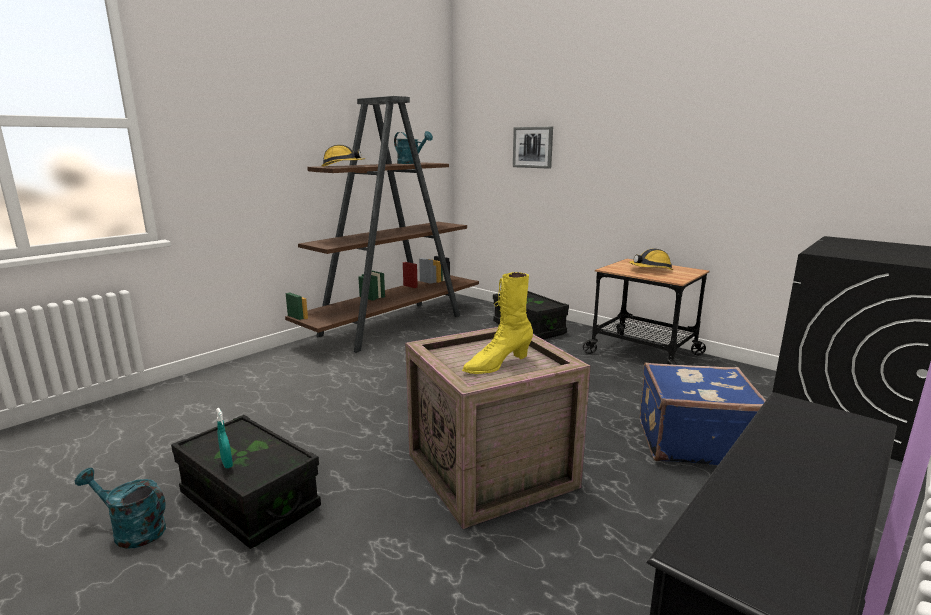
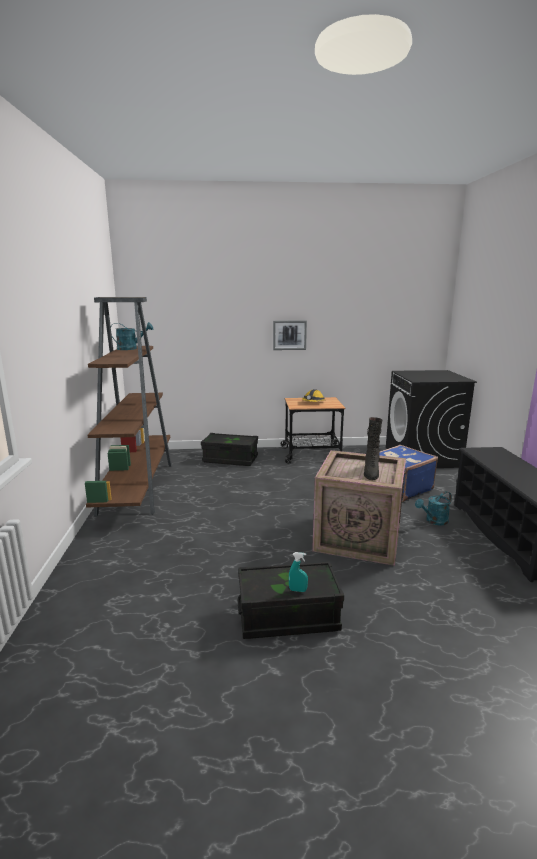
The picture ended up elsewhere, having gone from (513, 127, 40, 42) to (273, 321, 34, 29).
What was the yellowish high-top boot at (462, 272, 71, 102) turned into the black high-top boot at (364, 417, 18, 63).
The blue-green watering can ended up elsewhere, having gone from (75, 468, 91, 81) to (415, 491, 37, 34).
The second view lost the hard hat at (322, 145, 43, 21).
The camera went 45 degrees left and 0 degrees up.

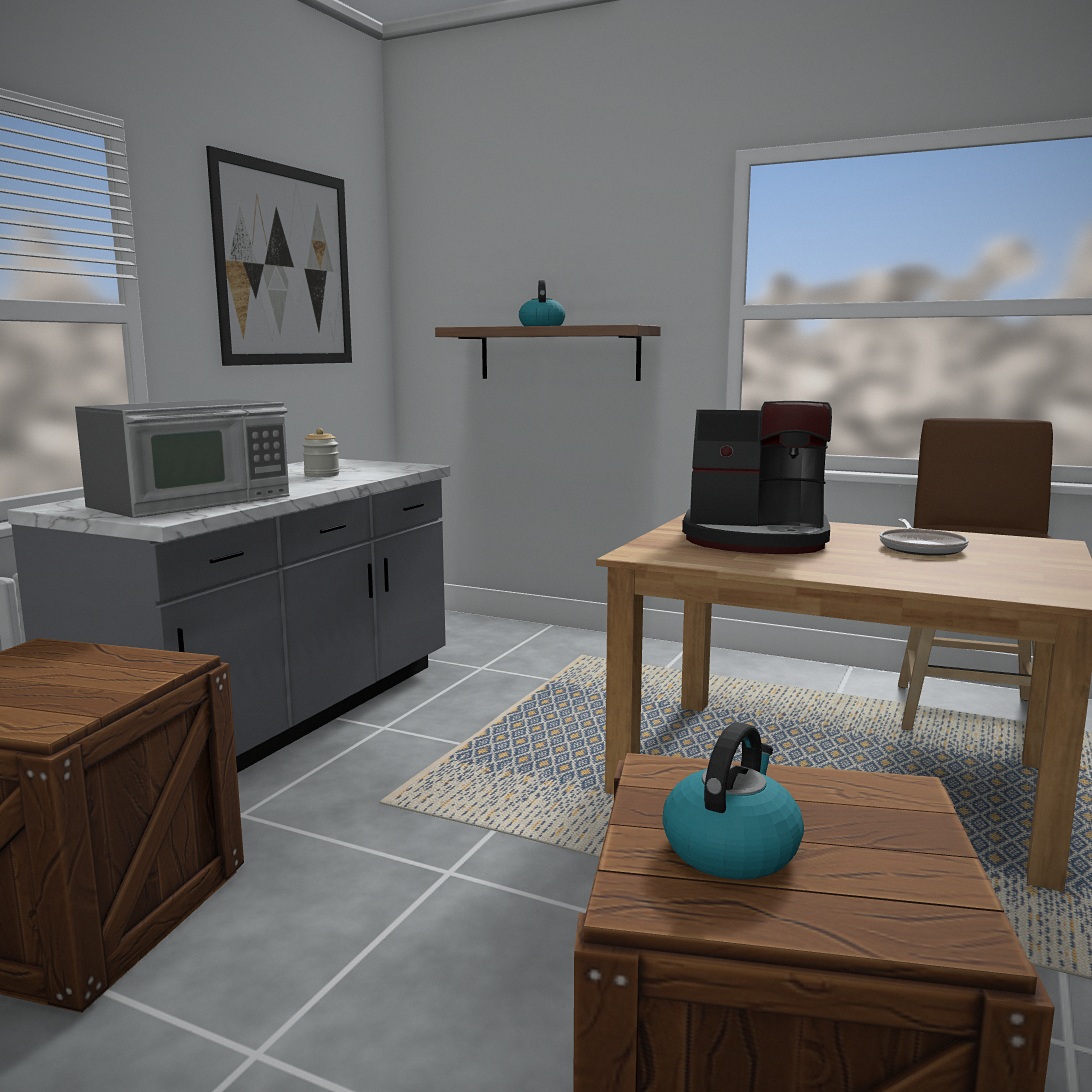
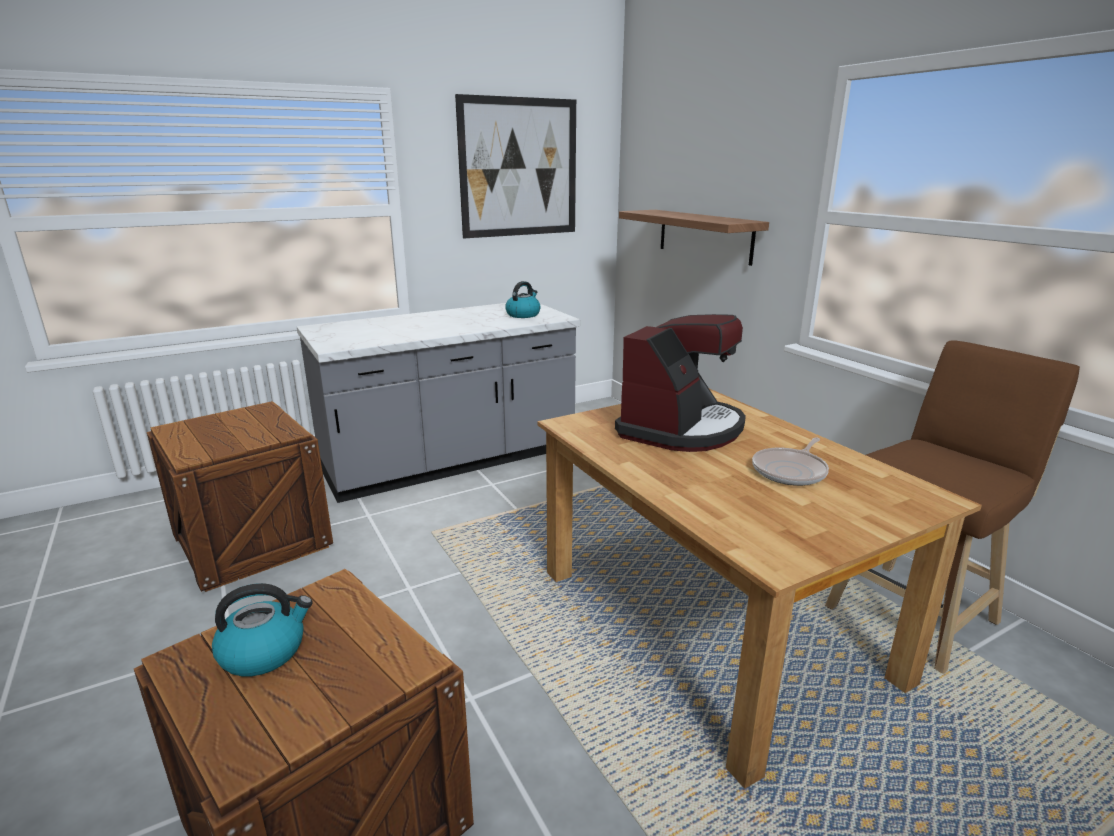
The kettle ended up elsewhere, having gone from (519, 280, 47, 46) to (505, 281, 35, 37).
The coffee maker at (682, 401, 150, 153) ended up facing another way, 105 degrees counterclockwise from before.
The second view lost the microwave at (75, 399, 215, 119).
The second view lost the jar at (302, 428, 37, 49).
The camera went 35 degrees right and 10 degrees up.

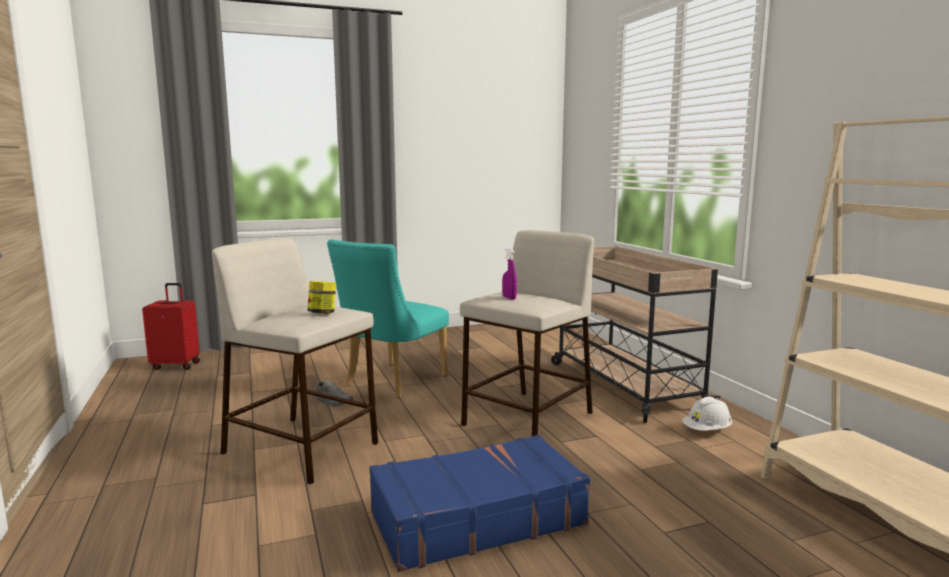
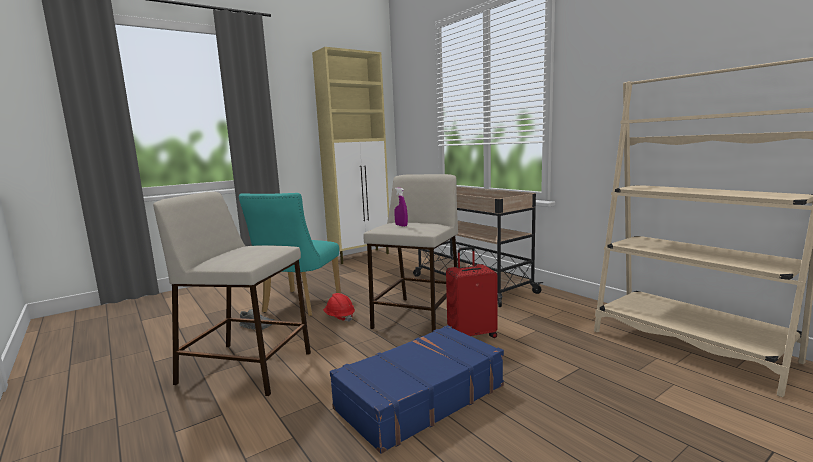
The second view gained the beige-coloured cupboard at (312, 47, 77, 217).
The second view gained the red-coloured hard hat at (323, 293, 32, 29).
The red-coloured suitcase ended up elsewhere, having gone from (142, 283, 58, 87) to (446, 247, 51, 91).
The second view lost the jar at (307, 281, 29, 33).
The second view lost the white-coloured hard hat at (682, 397, 50, 34).
The camera went 15 degrees left and 0 degrees up.

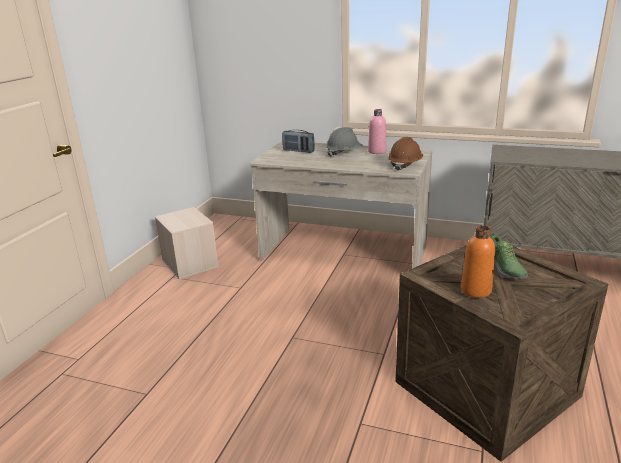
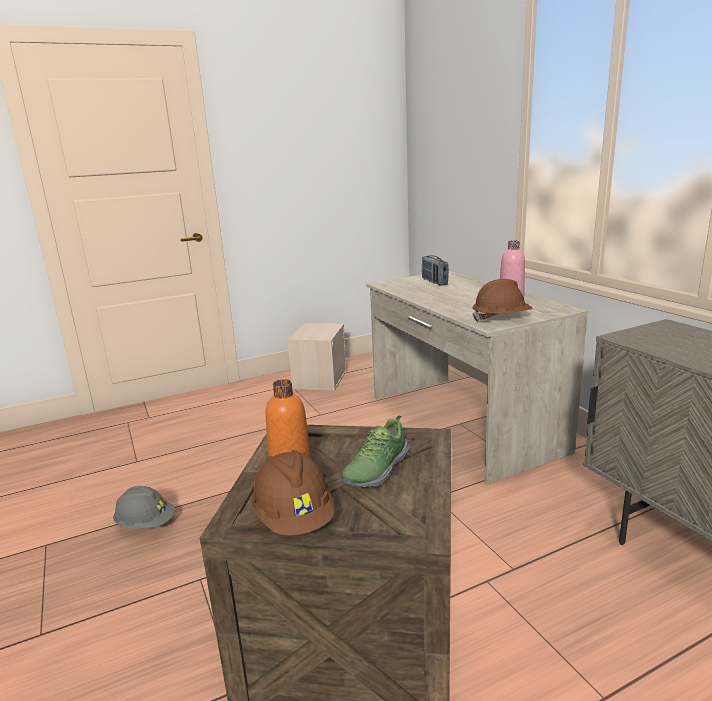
The grey hard hat ended up elsewhere, having gone from (326, 127, 37, 30) to (113, 486, 62, 42).
The second view gained the brown-coloured hard hat at (251, 450, 84, 86).
The camera went 45 degrees right and 5 degrees down.

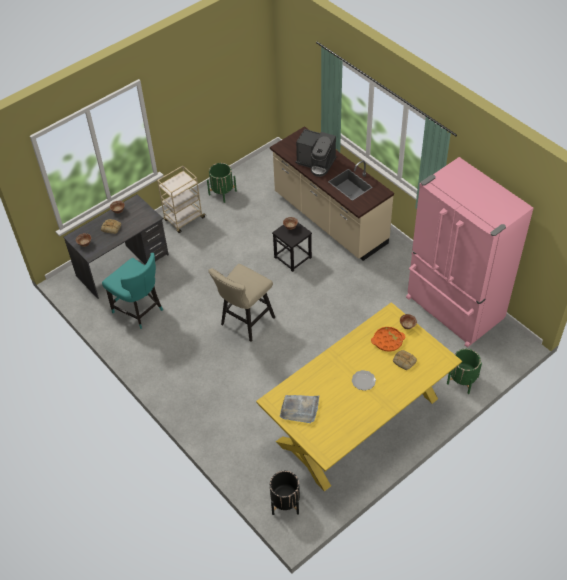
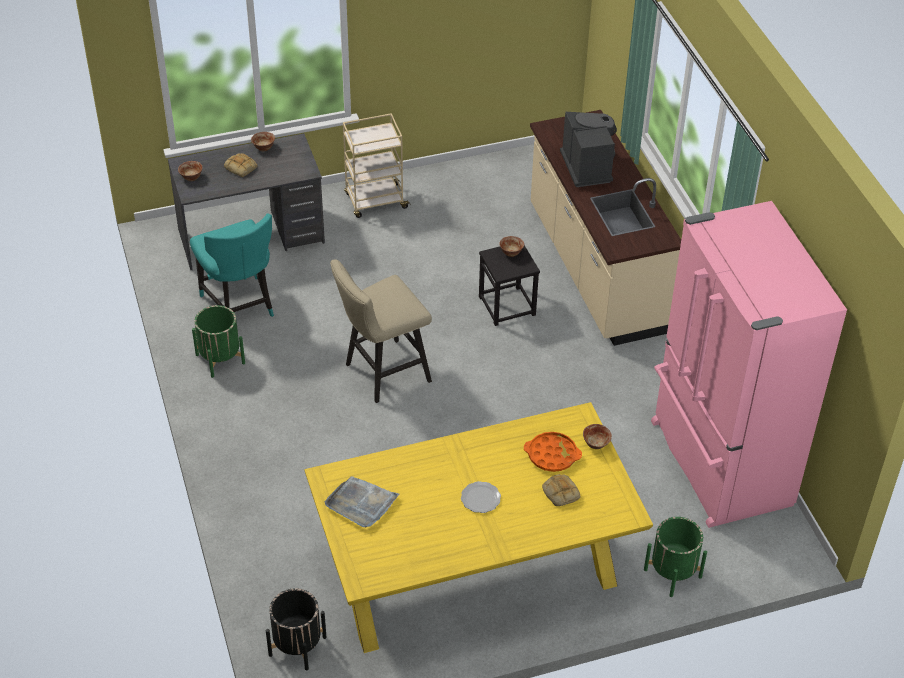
The greenish planter ended up elsewhere, having gone from (207, 163, 30, 40) to (192, 305, 53, 73).
The coffee maker at (296, 129, 41, 48) ended up facing another way, 150 degrees counterclockwise from before.
The camera went 20 degrees right and 5 degrees down.

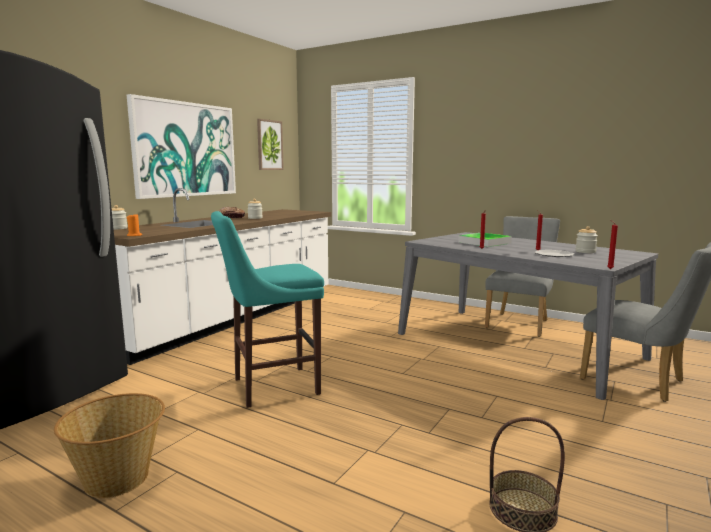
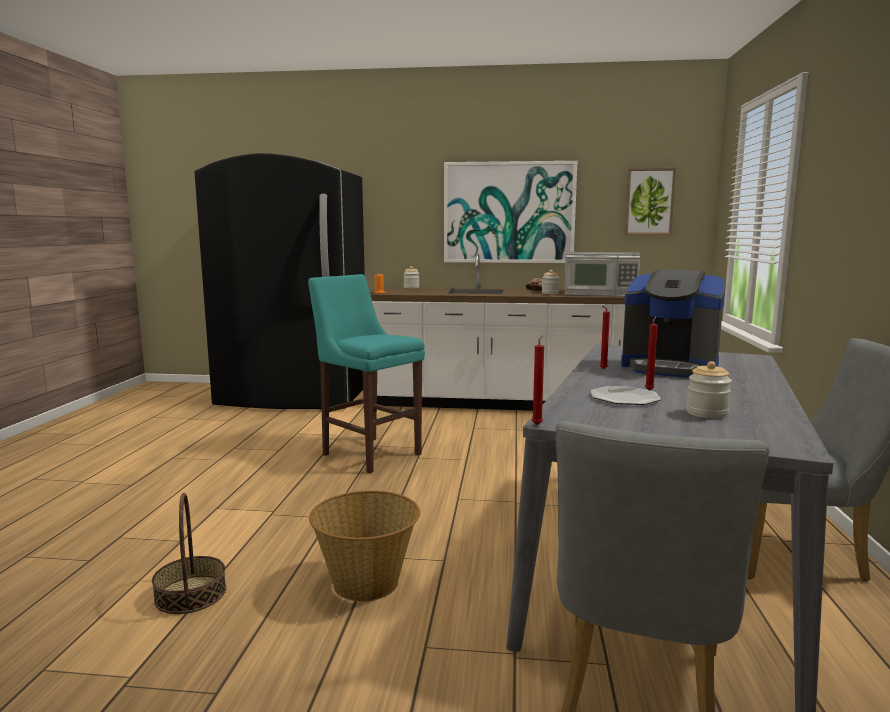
The household basket ended up elsewhere, having gone from (54, 393, 111, 105) to (309, 490, 111, 112).
The second view gained the microwave at (564, 252, 76, 44).
Where the serving tray stood at (459, 233, 53, 14), the coffee maker came to stand at (621, 270, 104, 108).
The camera went 65 degrees right and 0 degrees up.

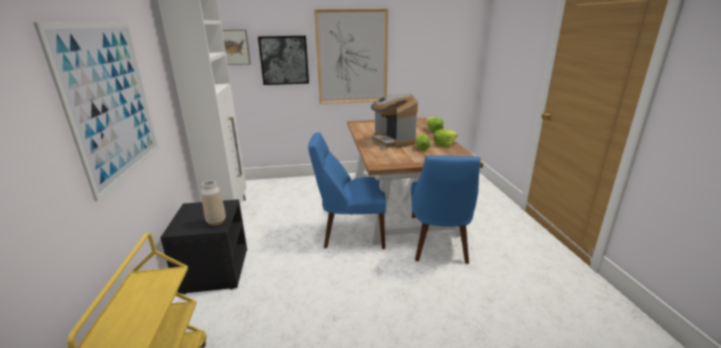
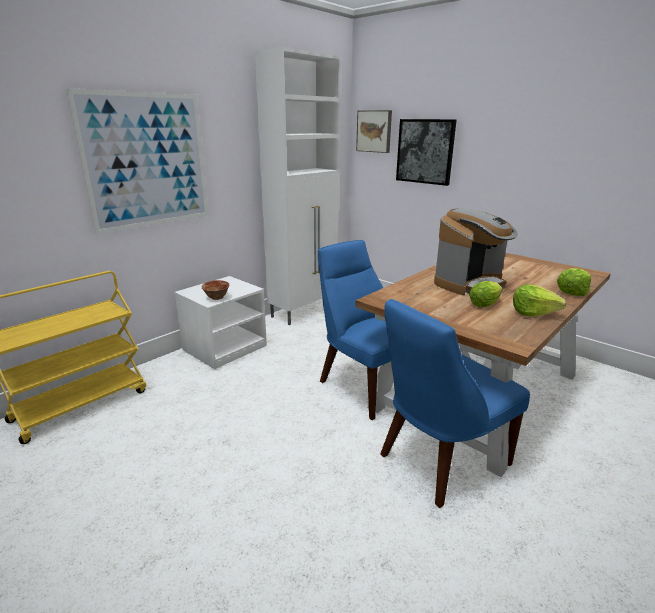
What was the black bedside table at (160, 199, 87, 95) turned into the white-coloured bedside table at (174, 276, 93, 93).
Where the vase stood at (201, 180, 25, 46), the deep dish came to stand at (202, 280, 27, 20).
The coffee maker at (371, 93, 47, 55) ended up facing another way, 150 degrees counterclockwise from before.
The second view lost the picture at (314, 9, 74, 95).
The camera went 50 degrees right and 0 degrees up.

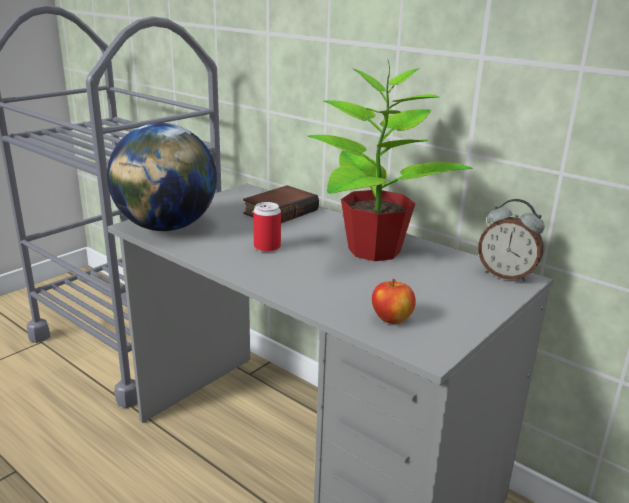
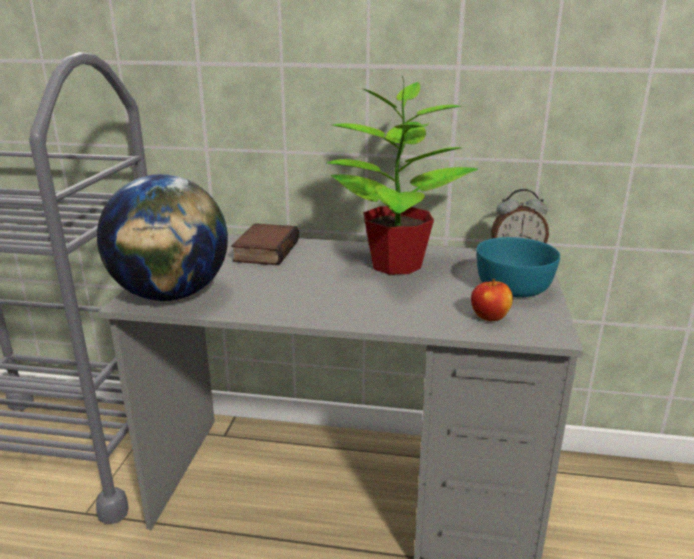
The second view gained the blue-green deep dish at (476, 237, 84, 60).
The second view lost the sealed can at (253, 202, 28, 50).
The camera went 30 degrees left and 0 degrees up.

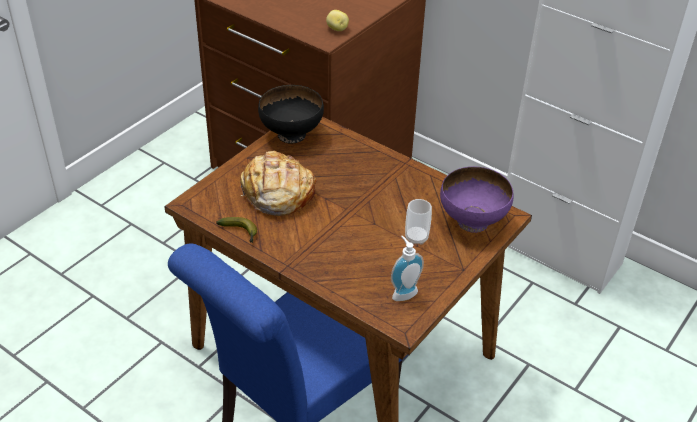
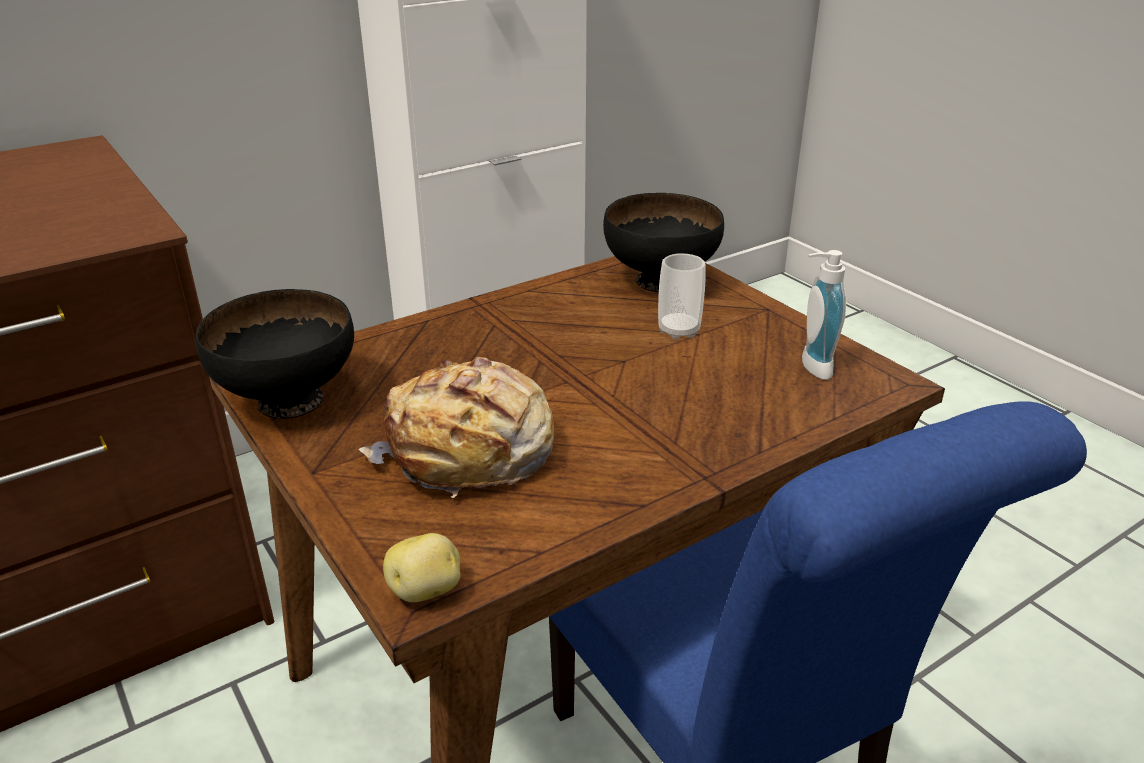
The potato ended up elsewhere, having gone from (326, 10, 23, 21) to (383, 533, 77, 69).
What was the purplish deep dish at (440, 166, 74, 67) turned into the black deep dish at (603, 193, 121, 99).
The second view lost the banana at (216, 217, 41, 26).
The camera went 70 degrees left and 10 degrees down.

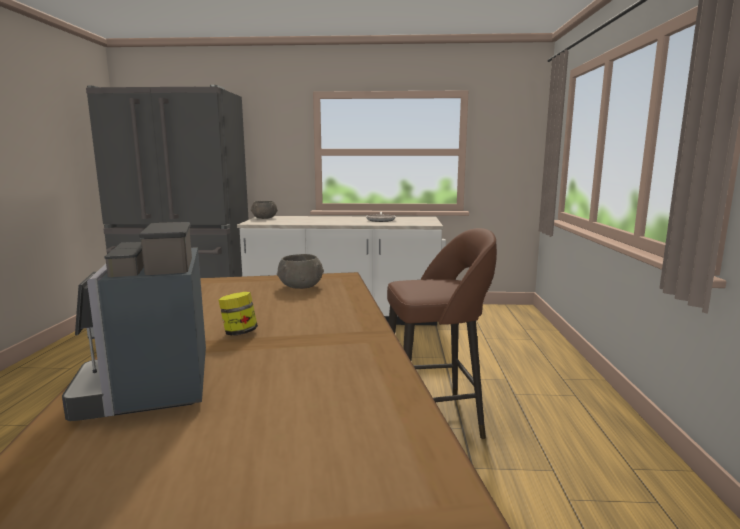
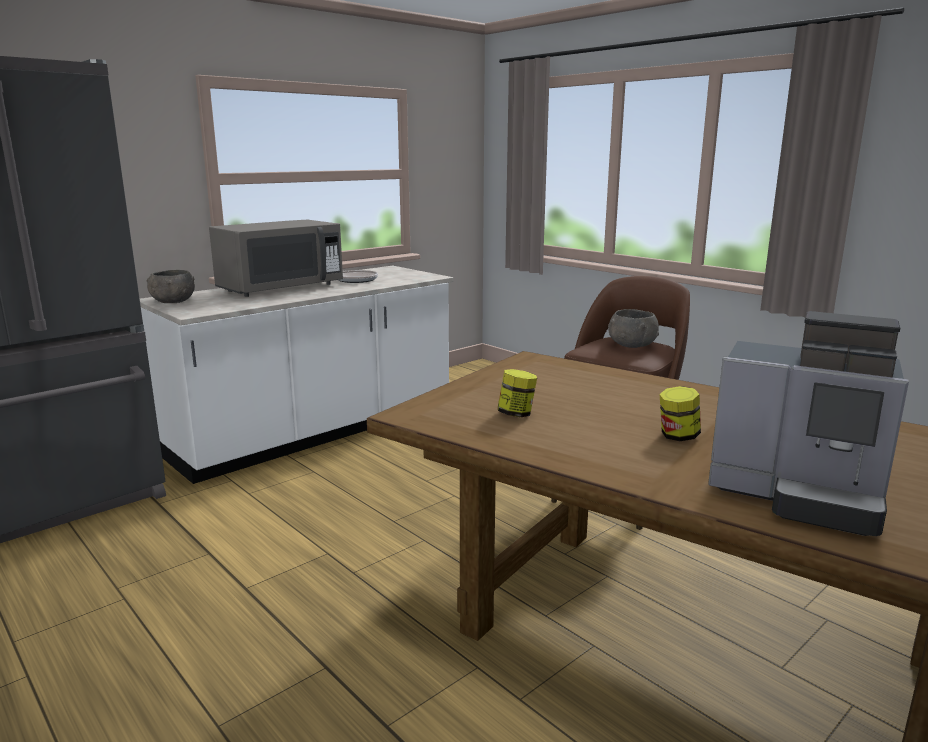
The second view gained the grey microwave at (209, 220, 134, 77).
The second view gained the jar at (498, 369, 39, 48).
The grey deep dish ended up elsewhere, having gone from (277, 254, 47, 35) to (608, 309, 51, 39).
The camera went 45 degrees left and 5 degrees up.

